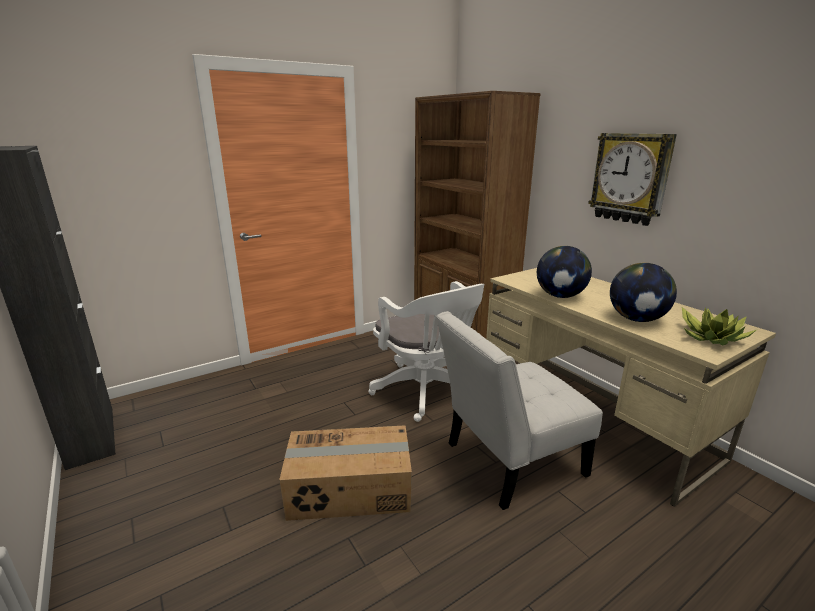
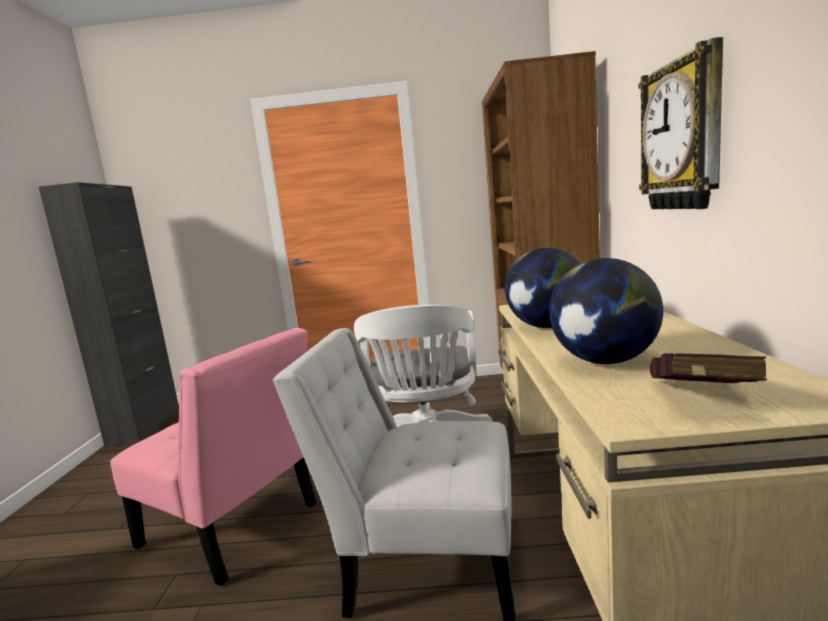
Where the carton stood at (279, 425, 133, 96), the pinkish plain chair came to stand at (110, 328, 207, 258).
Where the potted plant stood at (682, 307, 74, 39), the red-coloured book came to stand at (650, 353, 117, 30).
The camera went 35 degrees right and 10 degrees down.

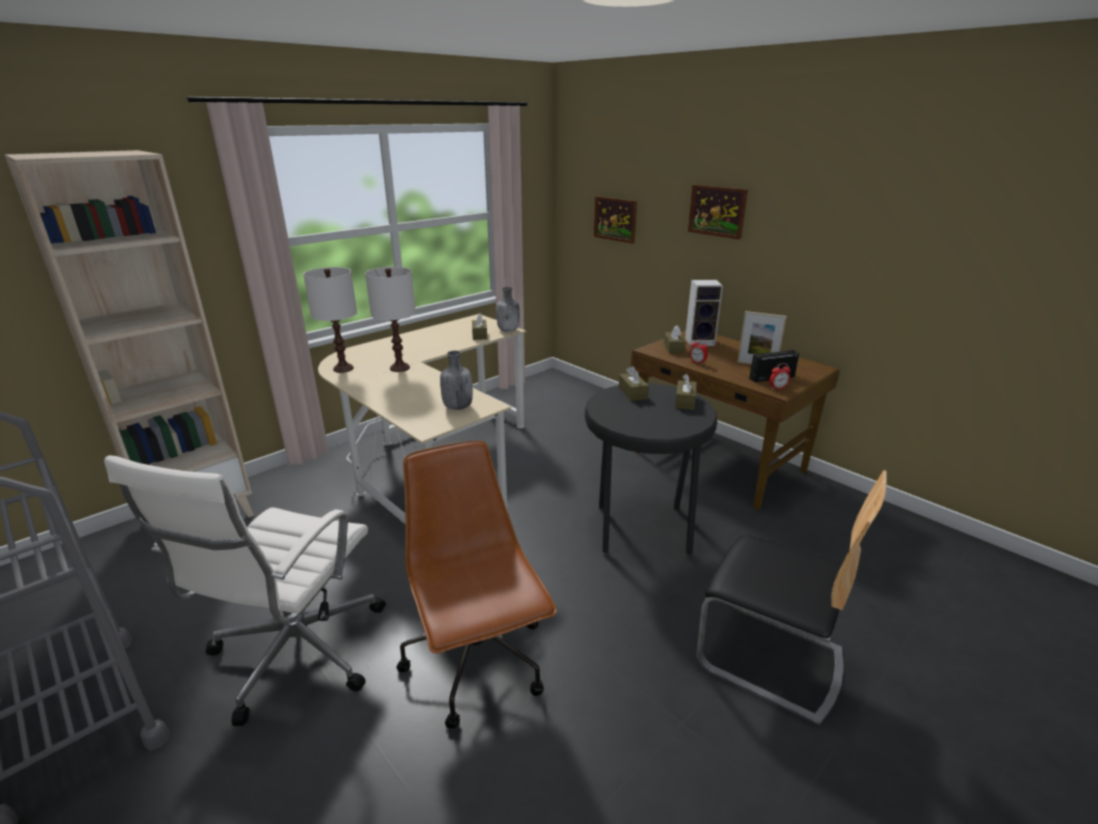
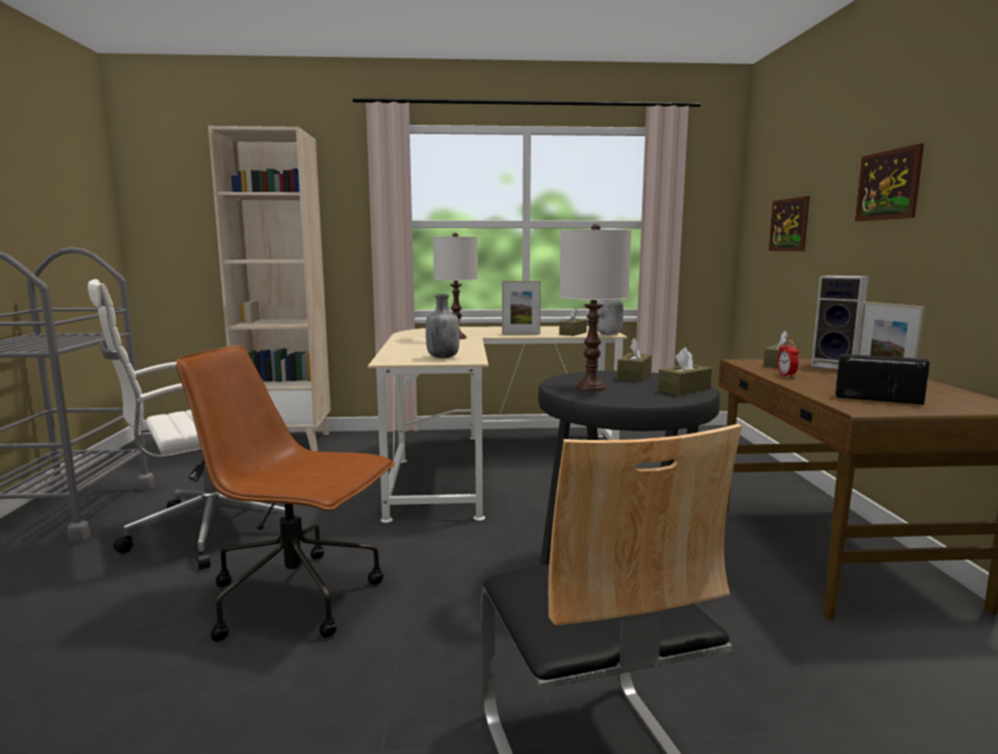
The brown-coloured desk chair at (396, 440, 161, 289) ended up facing another way, 90 degrees counterclockwise from before.
The second view gained the standing frame at (502, 281, 39, 54).
The white-coloured lamp for a table ended up elsewhere, having gone from (303, 267, 54, 106) to (559, 224, 73, 167).
The second view lost the bedside clock at (769, 363, 22, 27).
The camera went 40 degrees right and 15 degrees down.

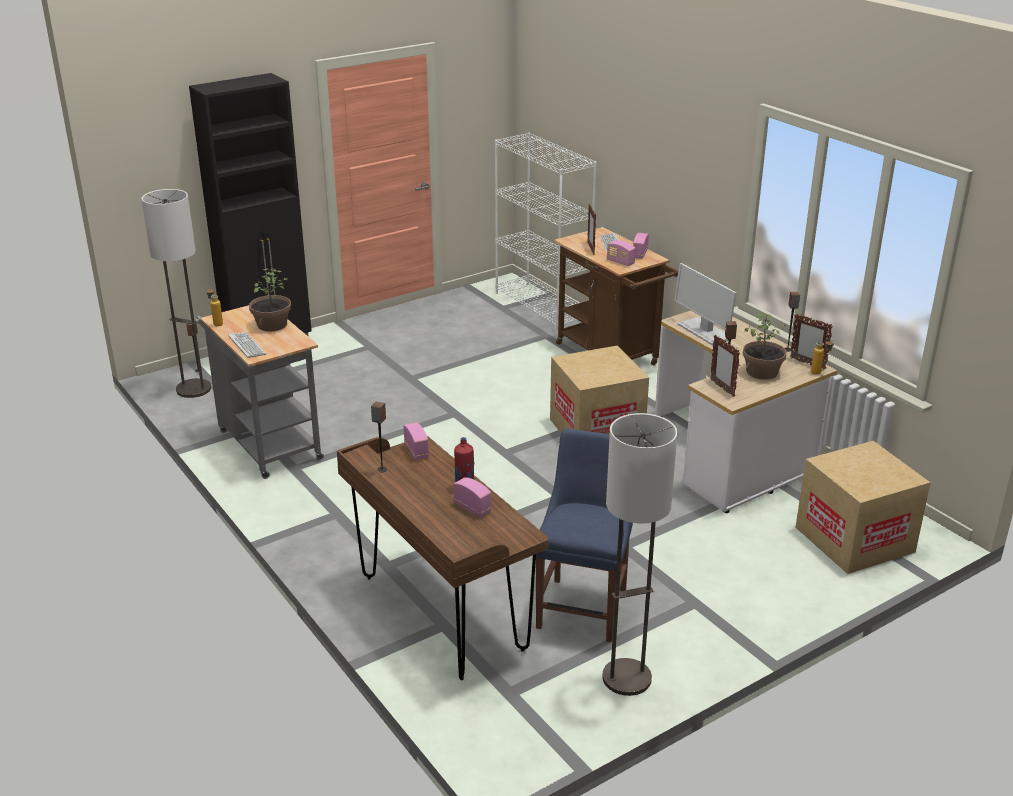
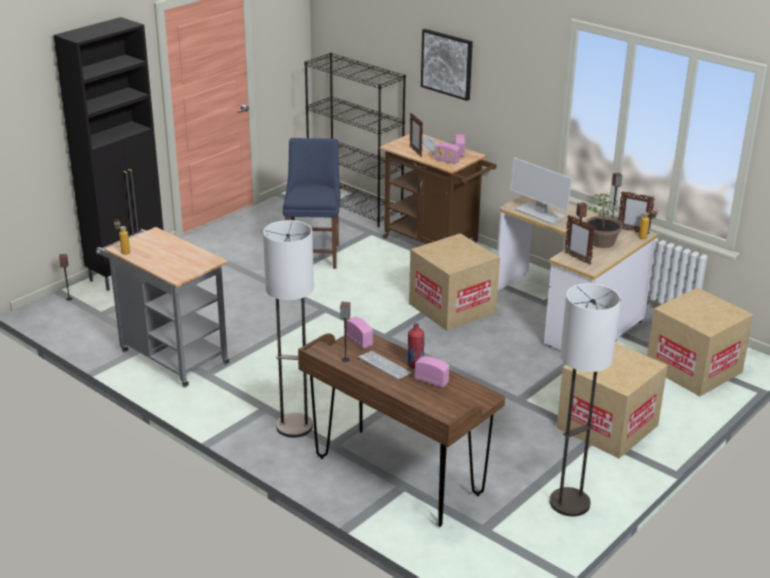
The standard lamp ended up elsewhere, having gone from (141, 189, 70, 209) to (263, 220, 51, 218).
The blue-coloured plain chair ended up elsewhere, having gone from (536, 428, 97, 214) to (283, 138, 57, 131).
What was the white-coloured bookshelf at (495, 133, 102, 198) turned into the black bookshelf at (305, 53, 101, 174).
The keyboard ended up elsewhere, having gone from (228, 332, 39, 26) to (358, 351, 54, 29).
The second view gained the picture at (421, 29, 52, 72).
The second view gained the carton at (557, 343, 111, 116).
The second view lost the potted plant at (249, 268, 42, 64).
The camera went 15 degrees left and 0 degrees up.

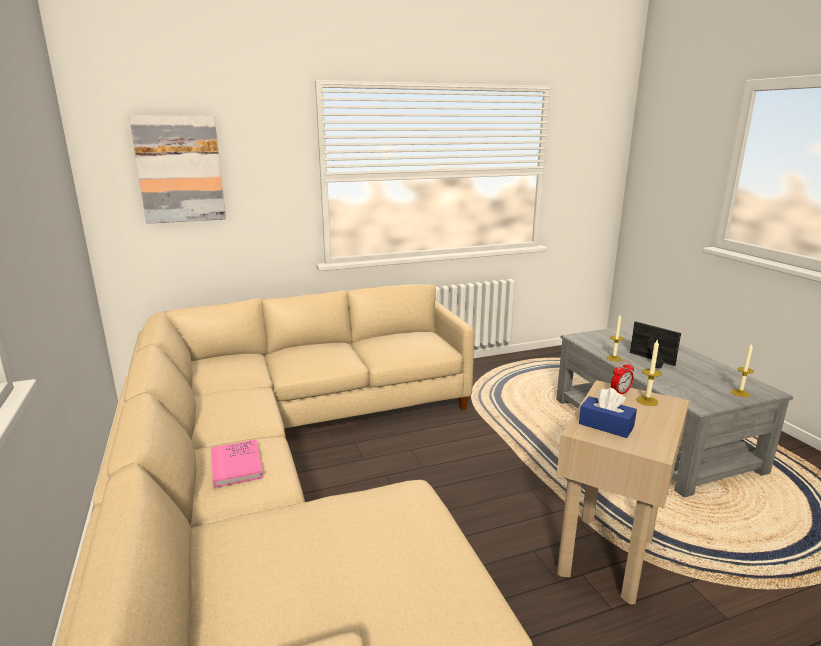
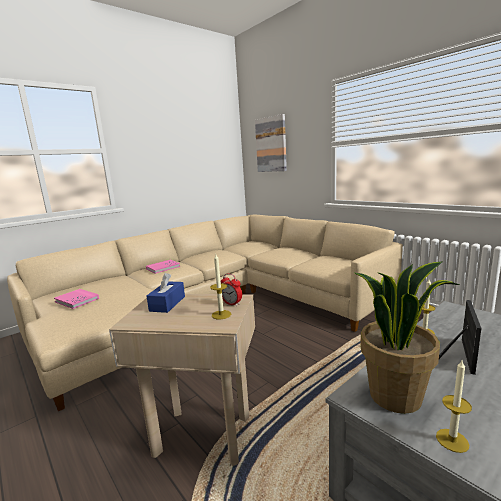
The second view gained the pinkish book at (54, 289, 45, 20).
The second view gained the potted plant at (355, 262, 105, 152).
The camera went 70 degrees right and 5 degrees down.

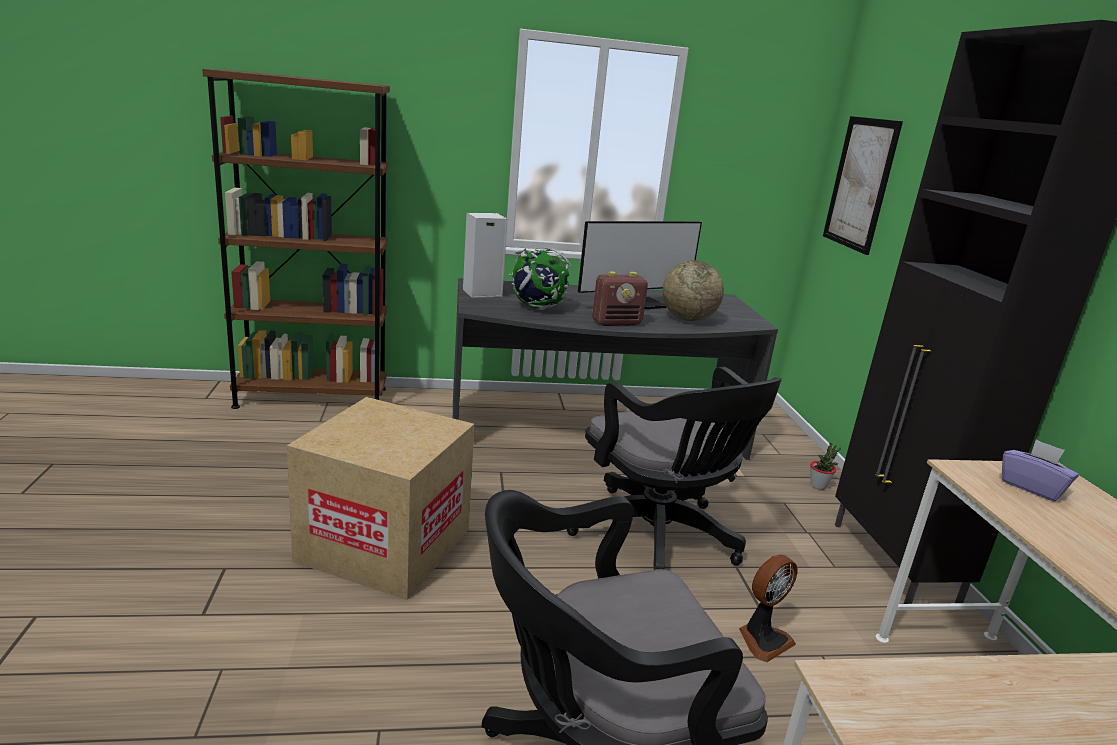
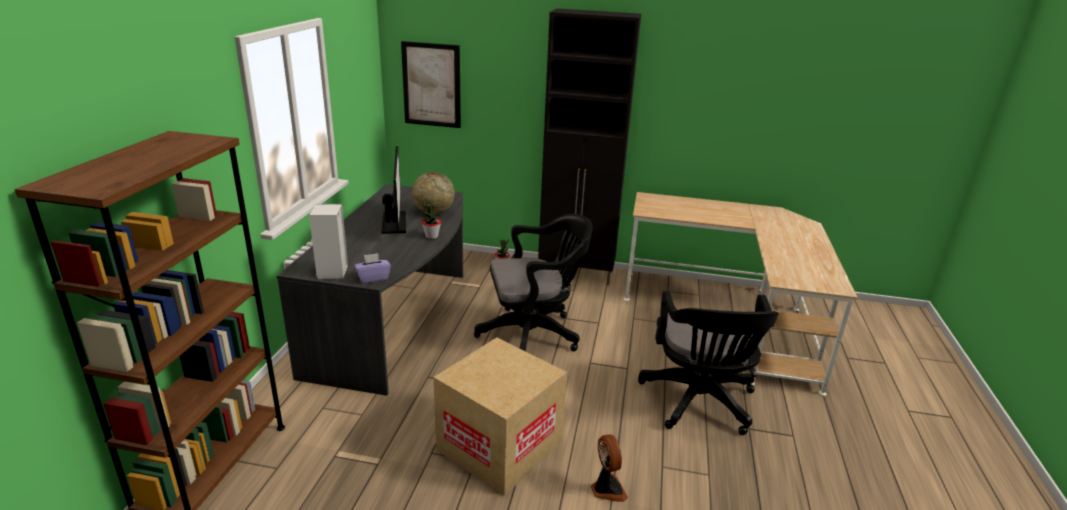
The purplish tissue box ended up elsewhere, having gone from (1002, 439, 77, 63) to (354, 253, 37, 30).
Where the radio set stood at (592, 271, 56, 55), the potted plant came to stand at (421, 200, 20, 39).
The fan ended up elsewhere, having gone from (739, 555, 59, 107) to (590, 434, 38, 68).
The second view lost the world globe at (509, 248, 62, 62).
The camera went 70 degrees left and 5 degrees up.

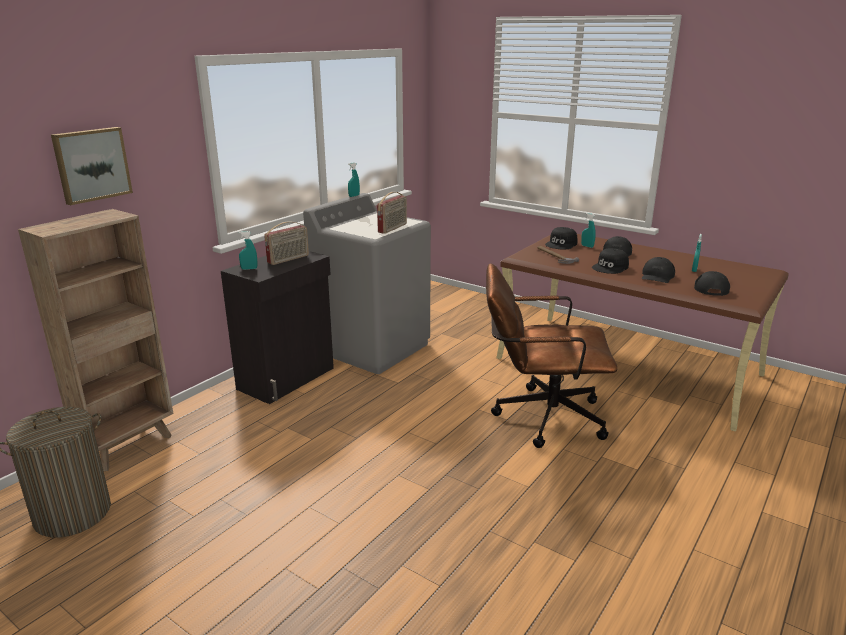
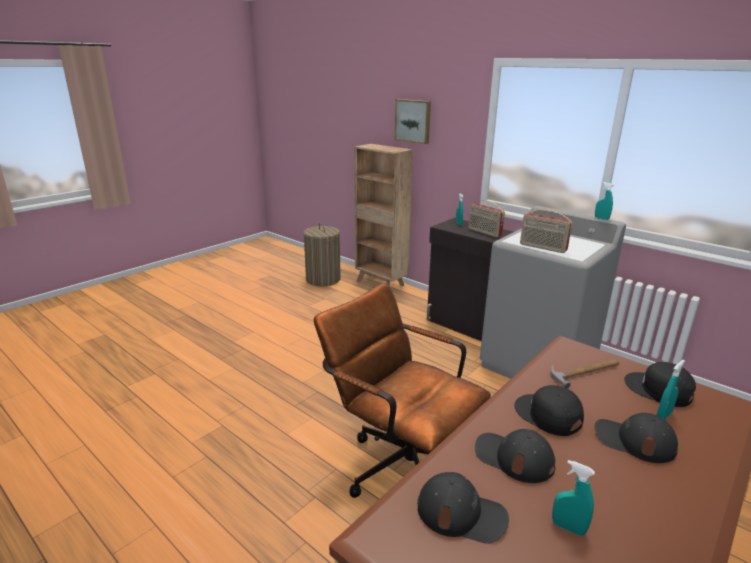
The brown-coloured desk chair at (486, 263, 131, 185) ended up facing another way, 60 degrees counterclockwise from before.
The camera went 95 degrees right and 0 degrees up.

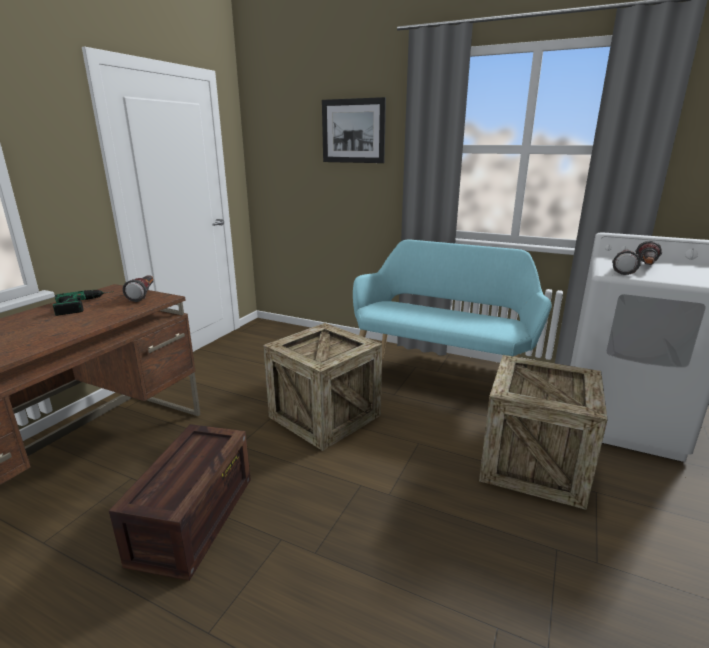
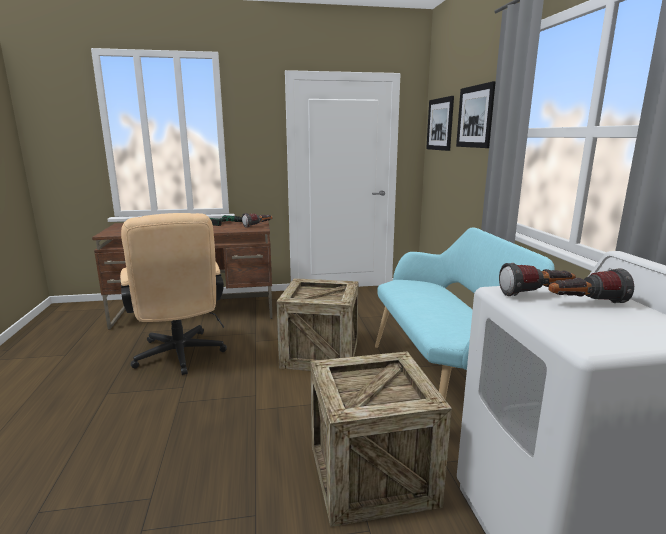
Where the crate stood at (109, 424, 142, 157), the beige-coloured desk chair came to stand at (120, 213, 107, 162).
The second view gained the picture at (426, 96, 28, 55).
The camera went 55 degrees right and 5 degrees down.

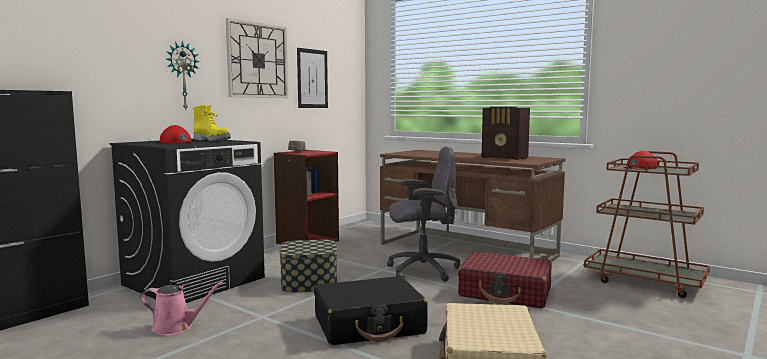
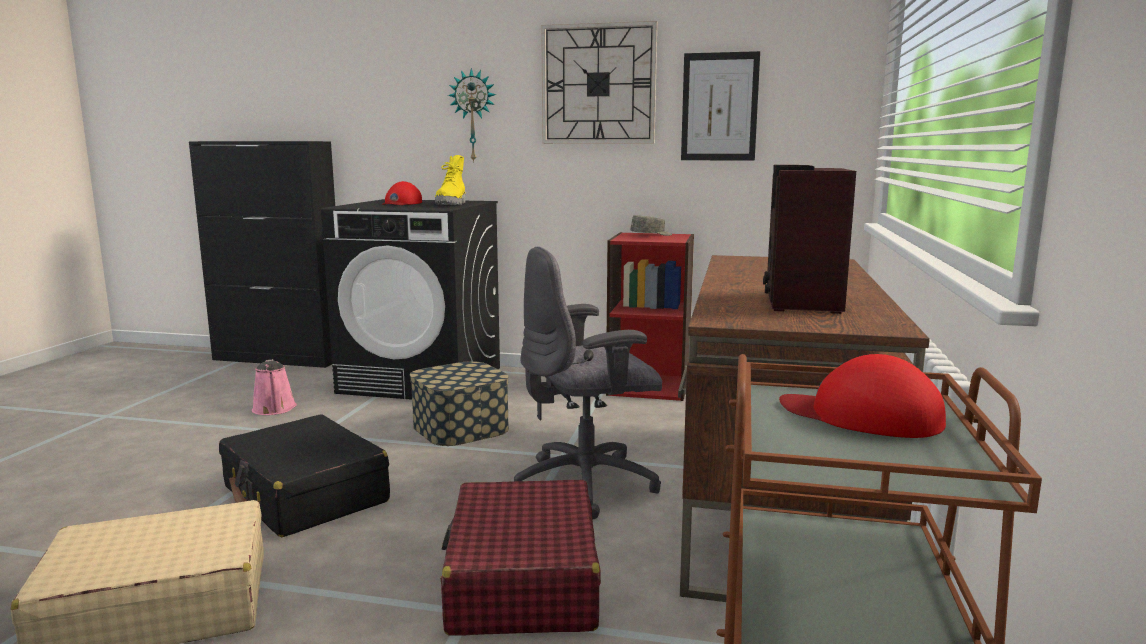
The grey desk chair at (387, 146, 73, 136) ended up facing another way, 105 degrees clockwise from before.
The camera went 65 degrees right and 5 degrees up.

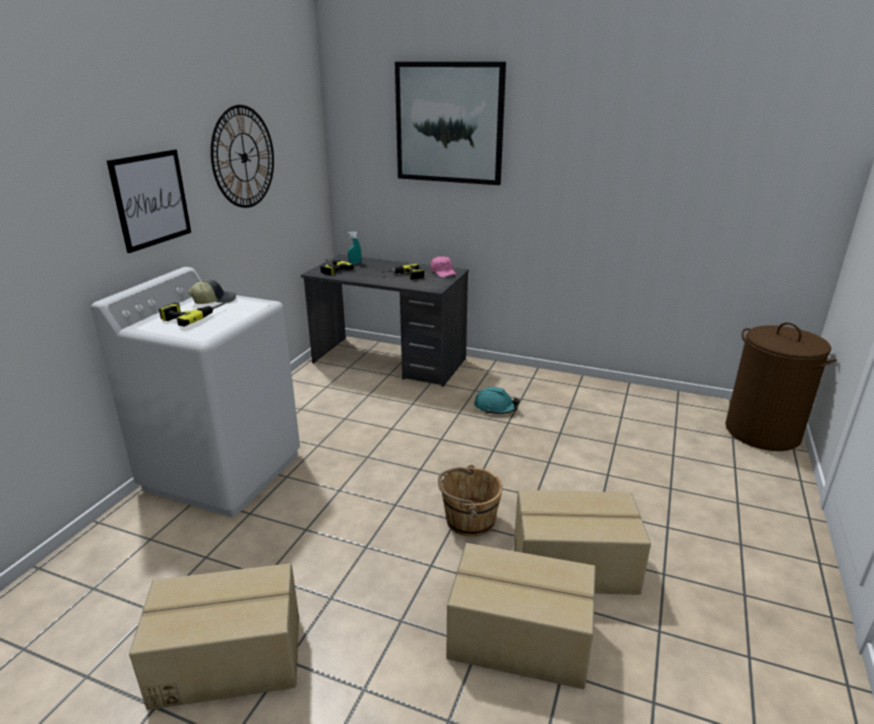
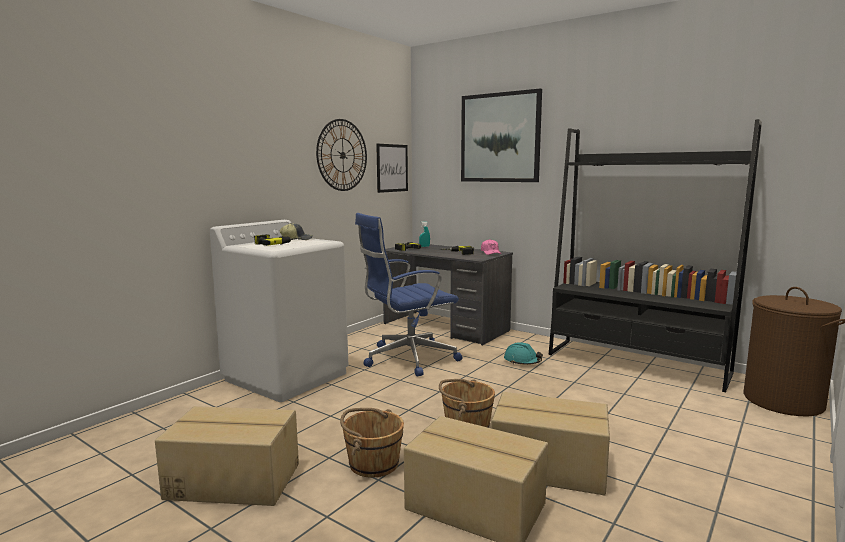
The second view gained the brown-coloured pail at (340, 408, 64, 70).
The second view gained the blue-coloured desk chair at (355, 213, 108, 164).
The picture ended up elsewhere, having gone from (107, 149, 84, 104) to (376, 144, 32, 49).
The second view gained the black bookshelf at (548, 119, 214, 273).
The camera went 15 degrees right and 15 degrees down.

